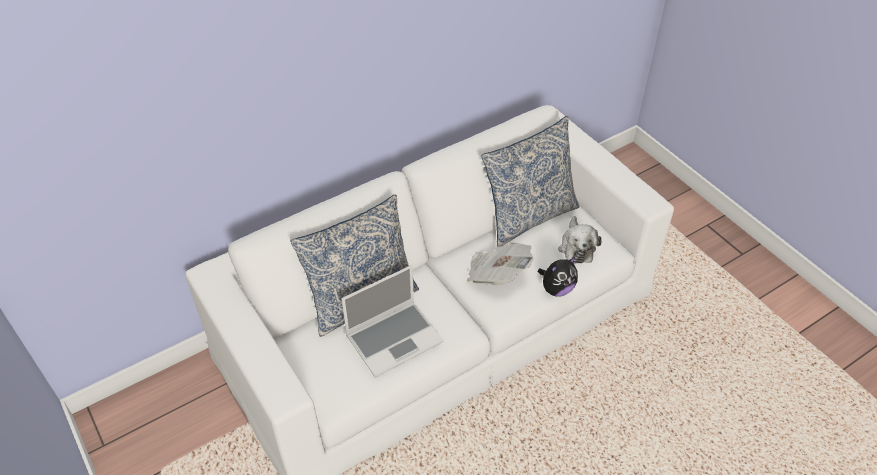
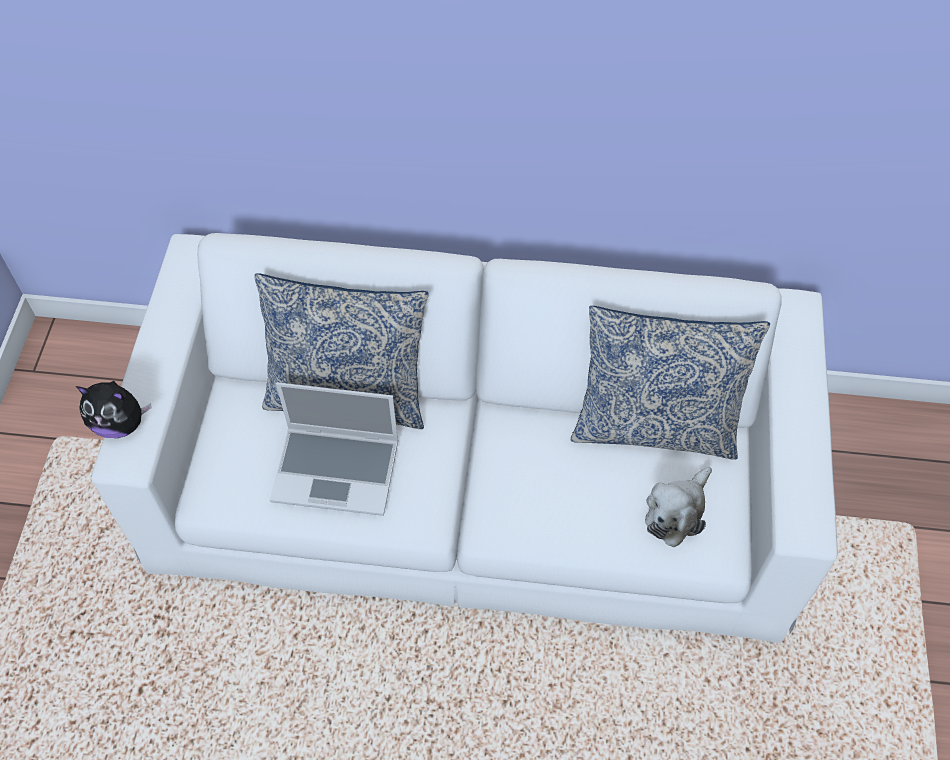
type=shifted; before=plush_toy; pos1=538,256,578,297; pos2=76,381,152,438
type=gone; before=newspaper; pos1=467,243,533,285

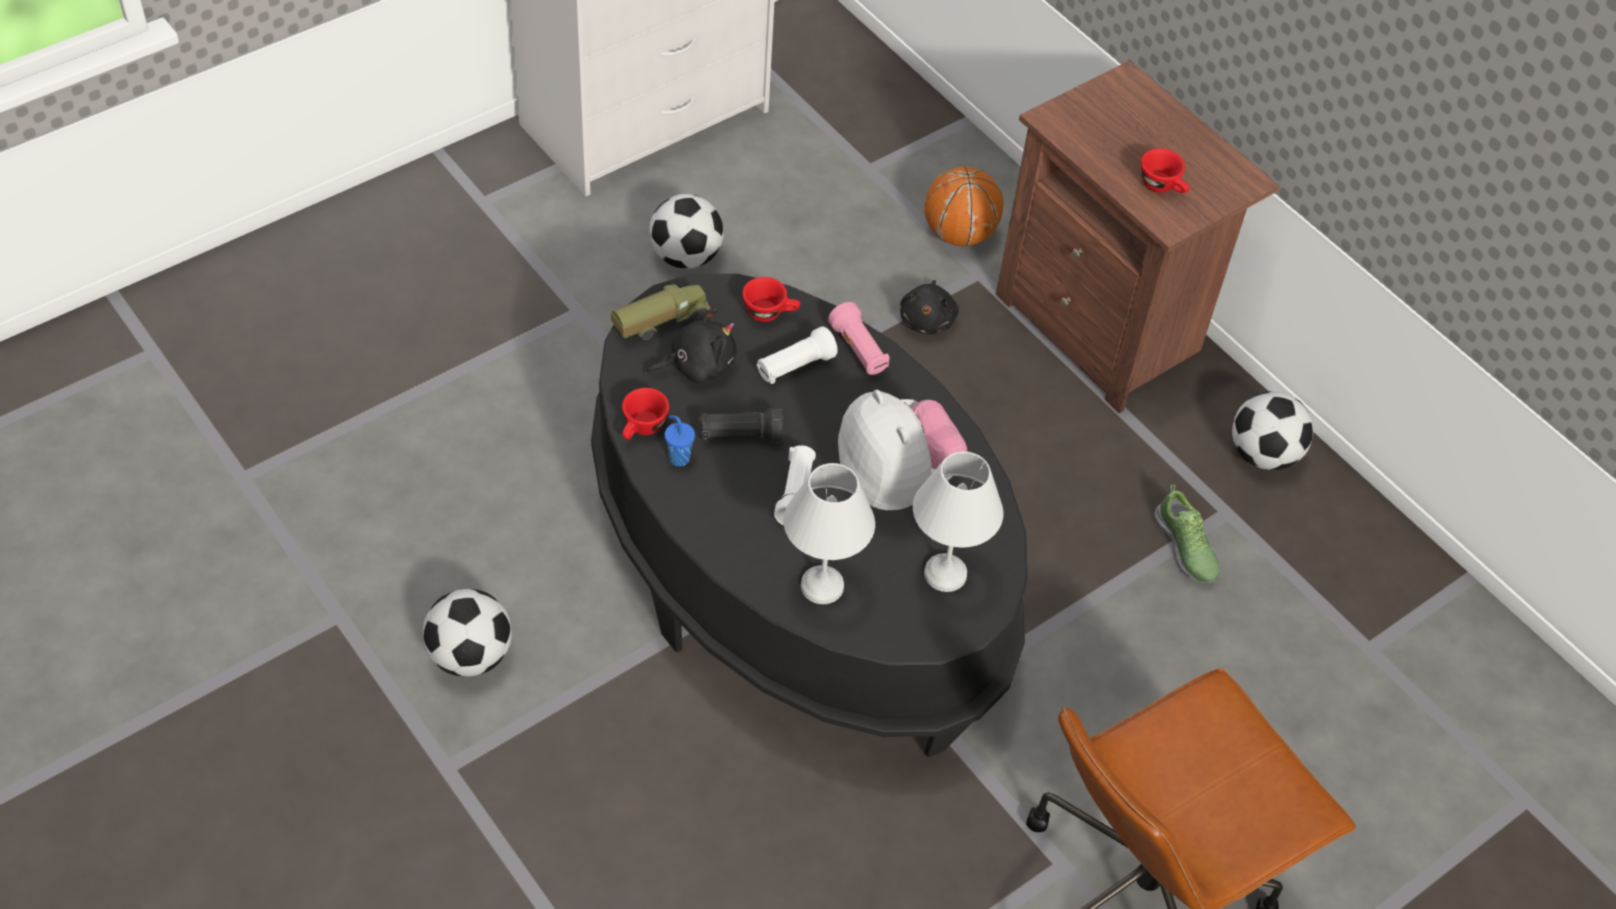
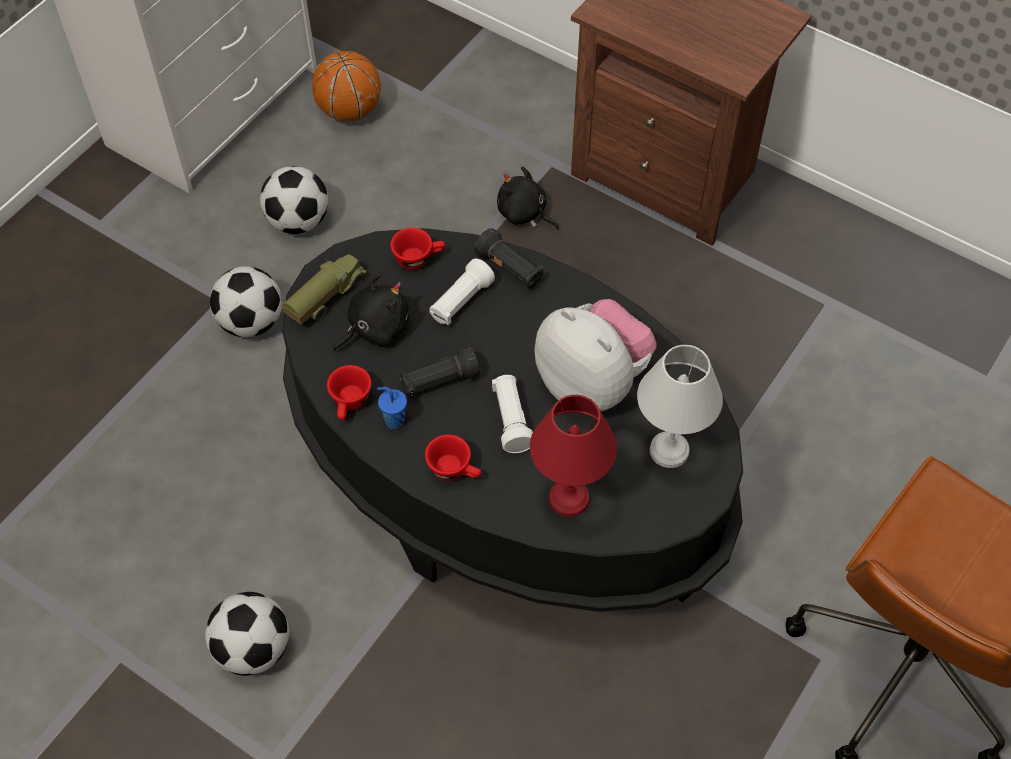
type=shifted; before=football; pos1=1232,391,1313,470; pos2=210,266,282,337
type=shifted; before=basketball; pos1=924,166,1003,246; pos2=312,51,381,122
type=shifted; before=red_cup; pos1=1141,148,1190,193; pos2=425,434,482,481
type=repainted; before=pink_flashlight; after=black_flashlight; pos1=828,302,890,375; pos2=474,228,543,289
type=rotated; before=black_plush_toy; pos1=900,280,959,334; pos2=497,166,559,230; turn=135
type=repainted; before=white_table_lamp; after=red_table_lamp; pos1=784,463,875,604; pos2=530,395,617,517
type=gone; before=shoe; pos1=1154,485,1220,583

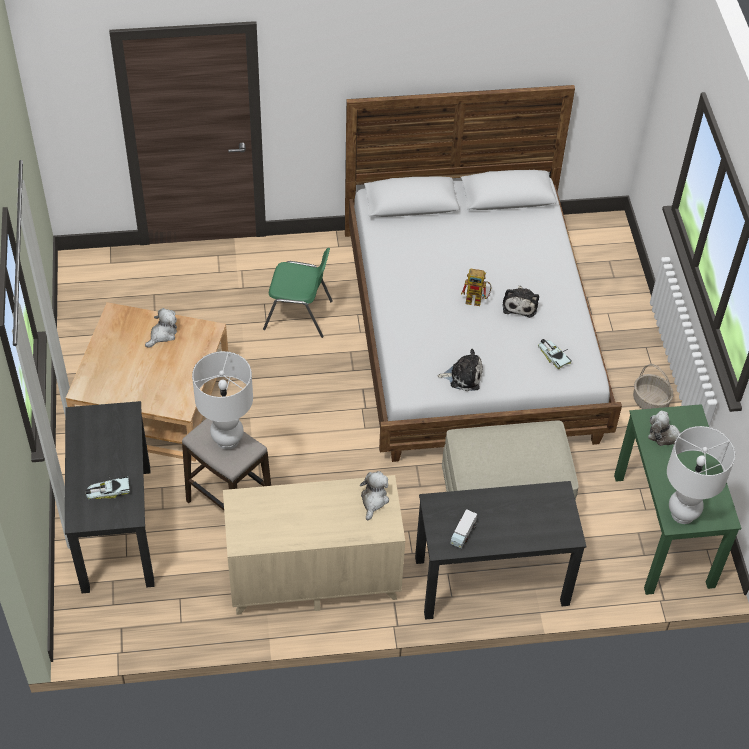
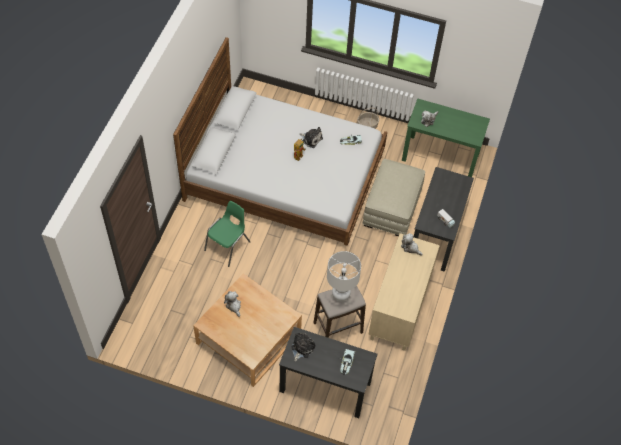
type=shifted; before=plush_toy; pos1=437,349,483,391; pos2=291,333,316,362
type=gone; before=white_table_lamp; pos1=667,426,735,524

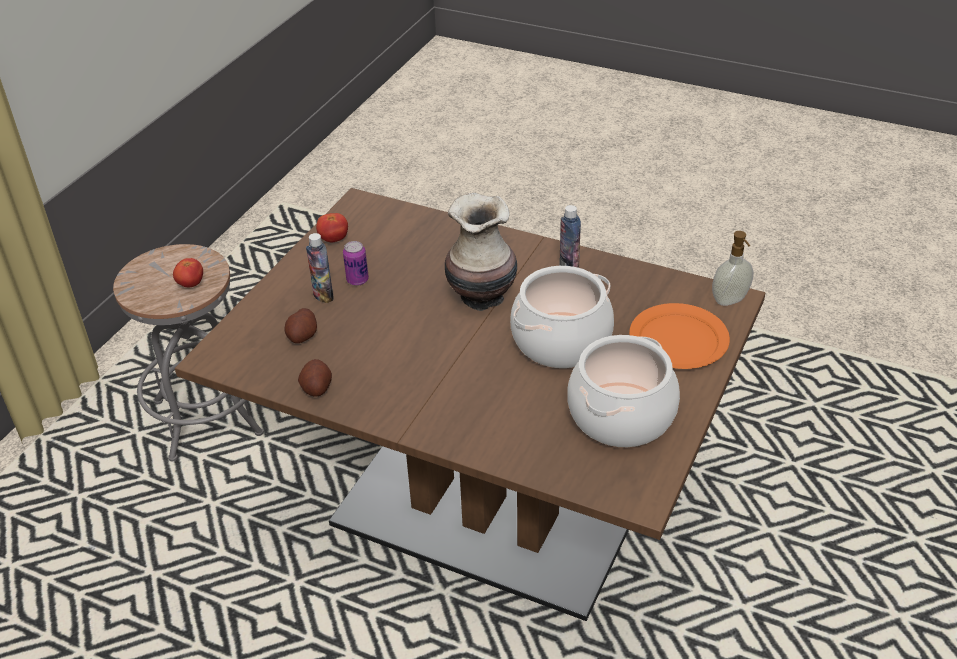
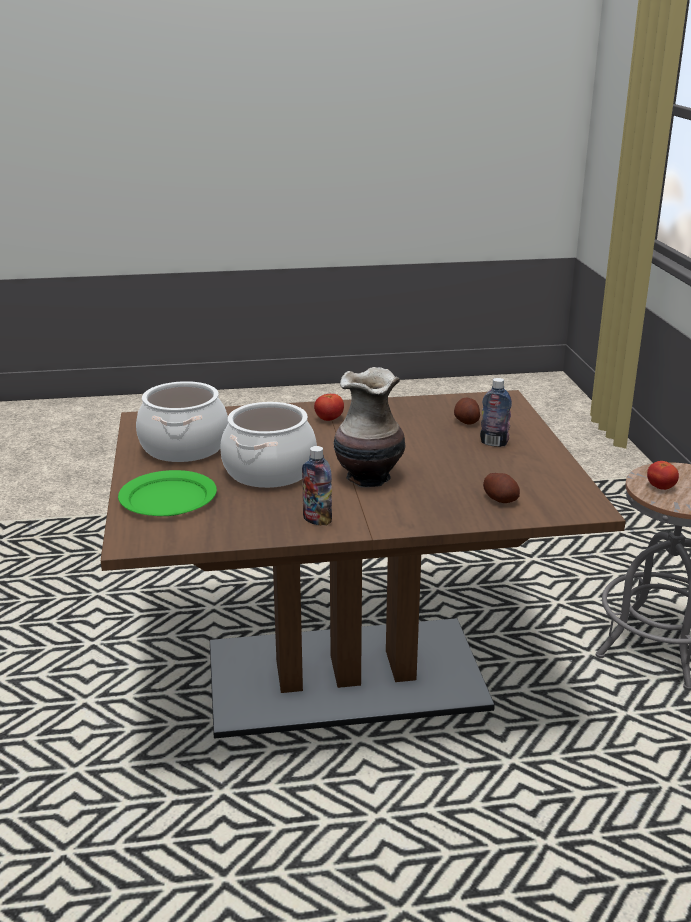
type=repainted; before=orange_plate; after=green_plate; pos1=629,303,730,369; pos2=118,470,217,516
type=shifted; before=tomato; pos1=316,213,348,242; pos2=314,394,344,421
type=shifted; before=potato; pos1=298,359,332,397; pos2=483,473,520,503
type=gone; before=can; pos1=343,241,369,286
type=gone; before=soap_dispenser; pos1=712,231,754,306

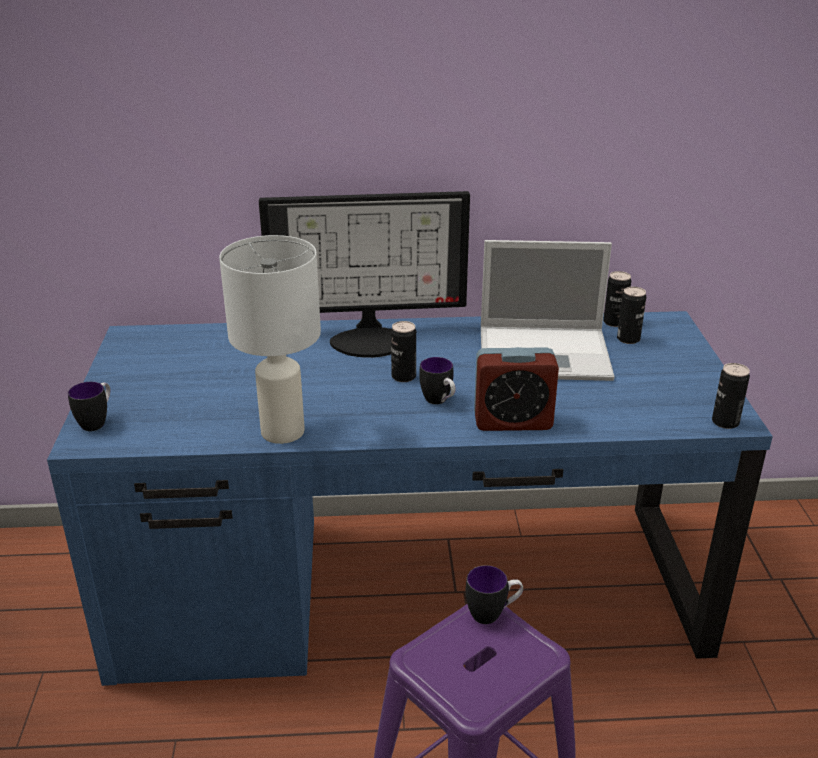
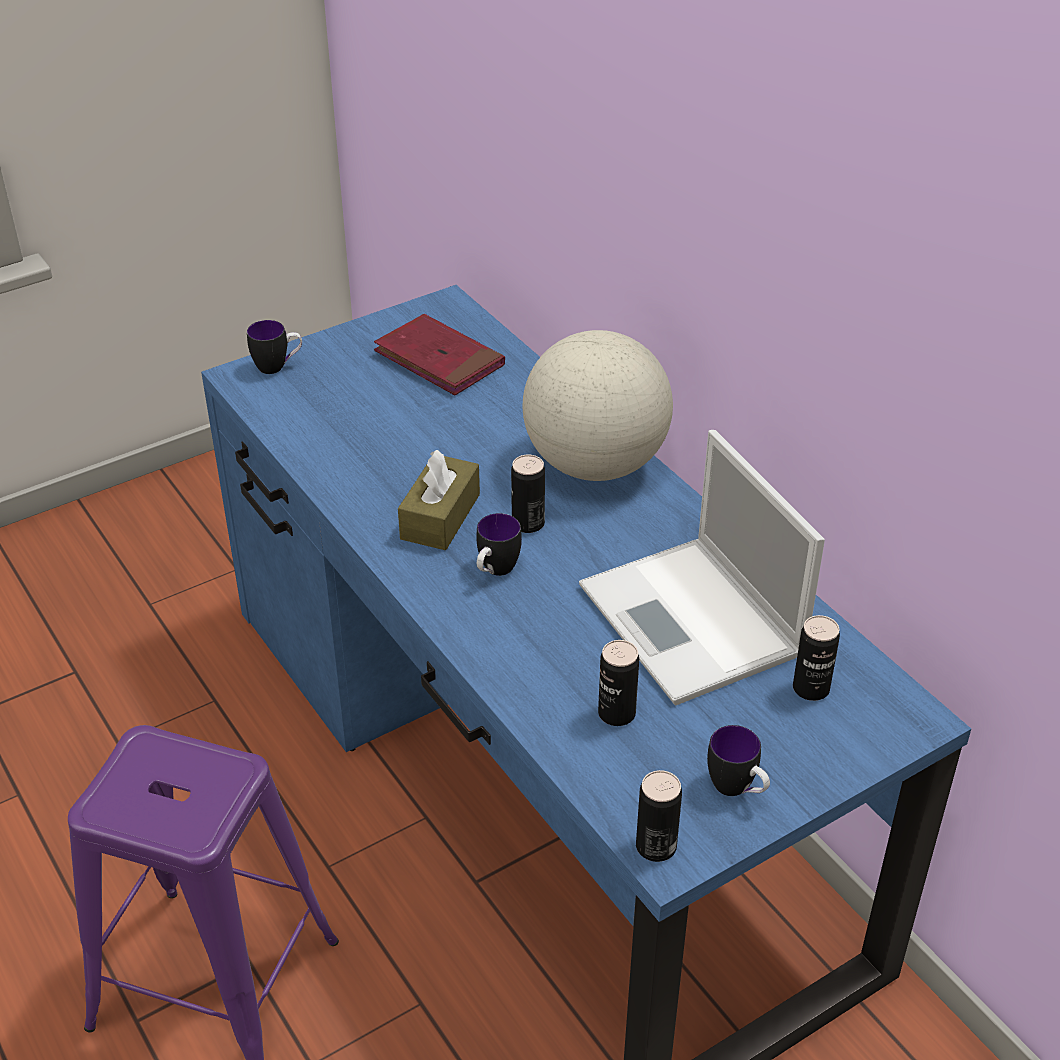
type=new; after=red_book; pos2=374,314,505,395
type=new; after=brown_tissue_box; pos2=398,450,480,550
type=swapped; before=monitor; after=globe; pos1=259,191,470,358; pos2=523,330,673,481
type=shifted; before=can; pos1=603,271,631,327; pos2=598,640,639,726
type=shifted; before=mug; pos1=466,565,523,624; pos2=707,725,770,796
type=gone; before=white_table_lamp; pos1=219,235,321,444
type=gone; before=alarm_clock; pos1=474,347,559,431

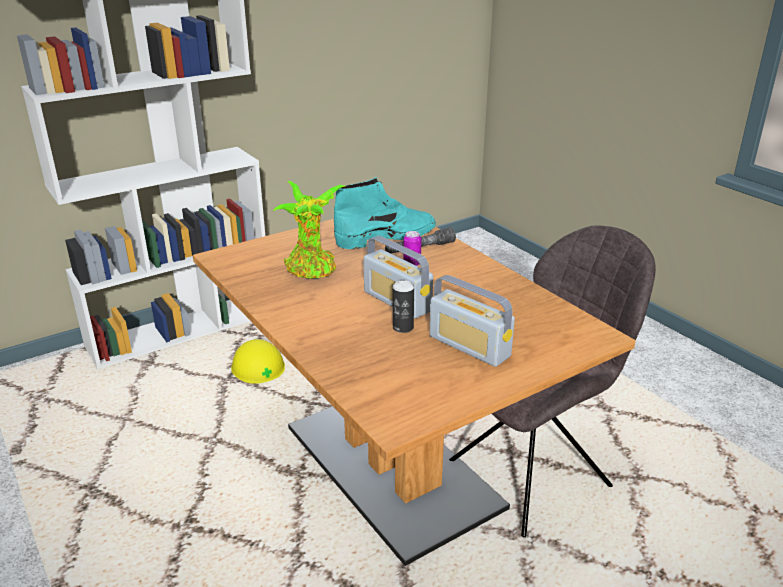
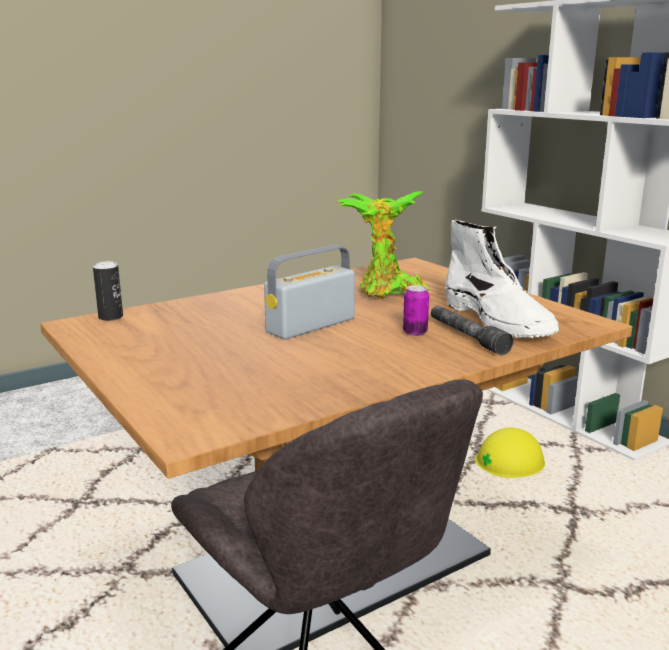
type=shifted; before=can; pos1=393,281,414,333; pos2=93,261,123,321
type=repainted; before=turquoise_boot; after=white_boot; pos1=334,177,436,249; pos2=446,220,559,338
type=gone; before=radio; pos1=430,275,515,367

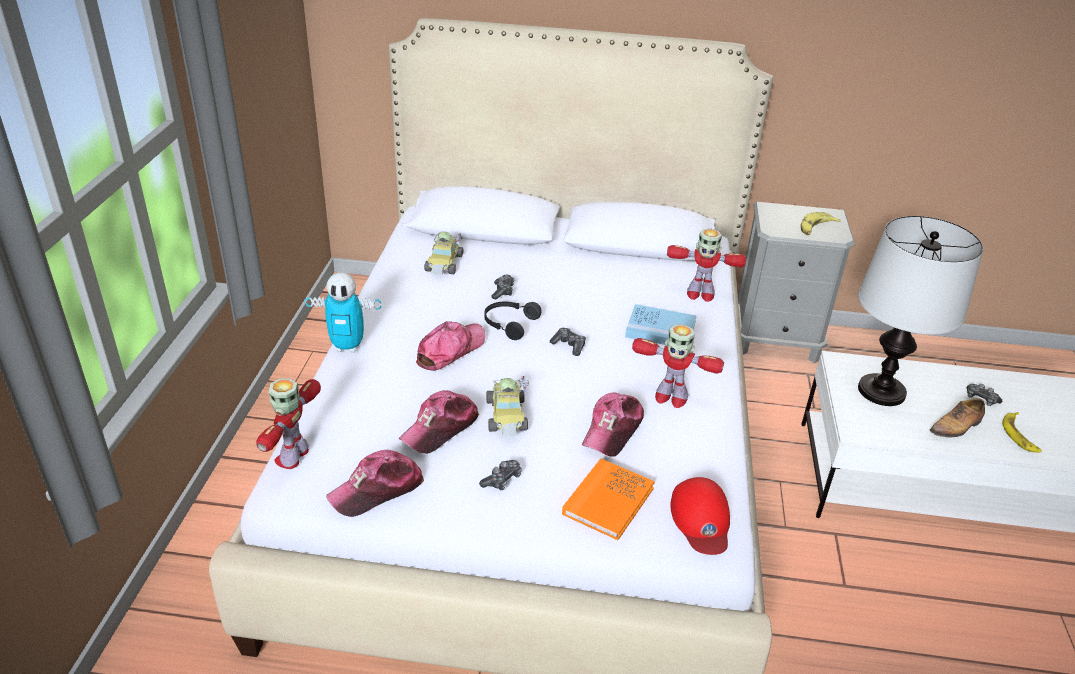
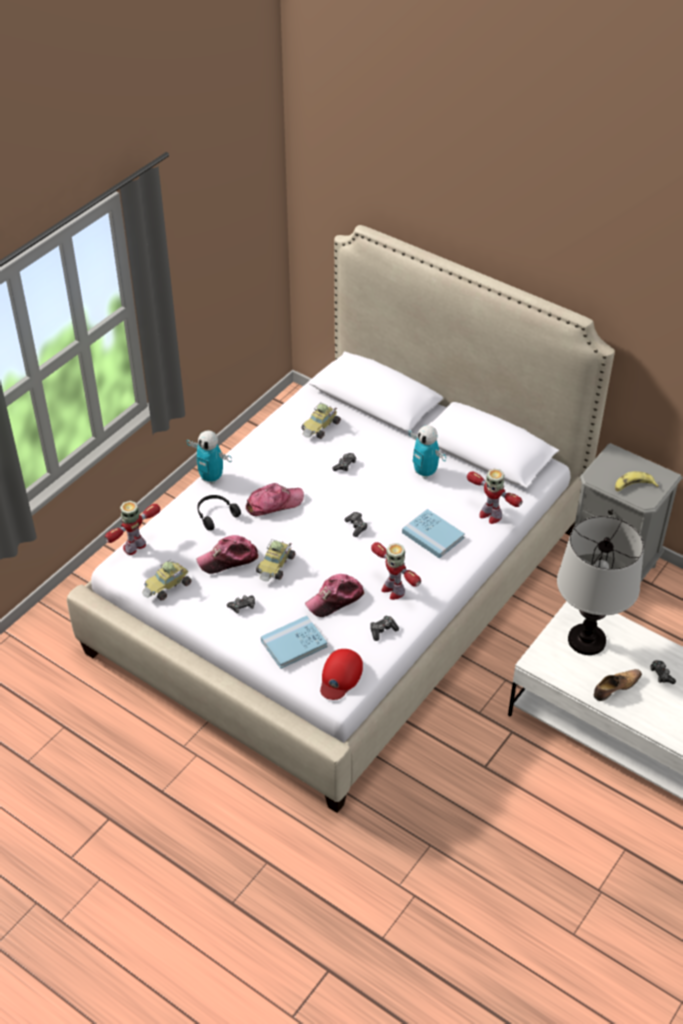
type=swapped; before=cap; after=toy_car; pos1=326,450,424,517; pos2=142,559,192,601
type=shifted; before=black_headphones; pos1=484,302,542,340; pos2=197,495,241,531
type=repainted; before=orange_book; after=blue_book; pos1=562,459,655,540; pos2=261,616,328,669
type=new; after=game_controller; pos2=370,616,399,641
type=new; after=toy_robot; pos2=408,425,446,479
type=rotated; before=shoe; pos1=930,398,985,437; pos2=594,669,642,701; turn=150
type=gone; before=banana; pos1=1002,412,1042,453

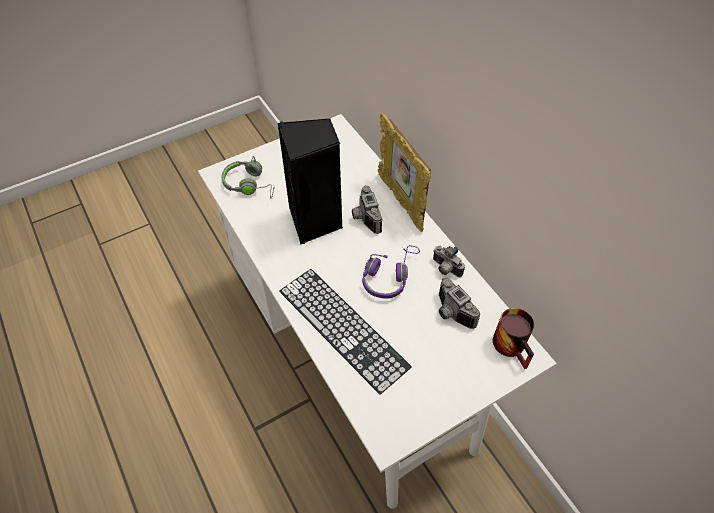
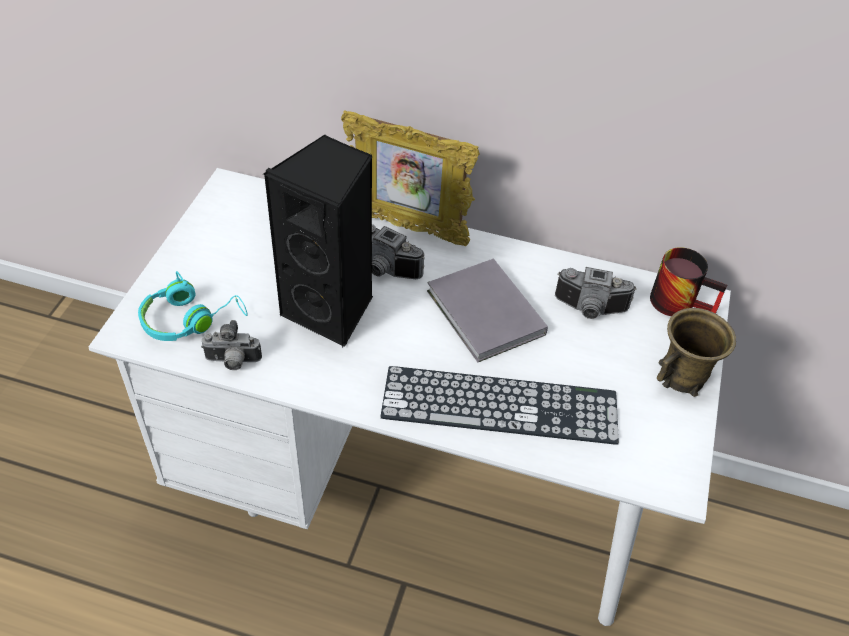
type=repainted; before=grey_headphones; after=turquoise_headphones; pos1=221,156,275,199; pos2=138,271,248,341
type=shifted; before=photo_camera; pos1=433,245,465,277; pos2=201,320,262,370
type=swapped; before=purple_headphones; after=grey_book; pos1=362,245,420,299; pos2=427,259,548,362
type=new; after=brown_mug; pos2=657,308,736,397

